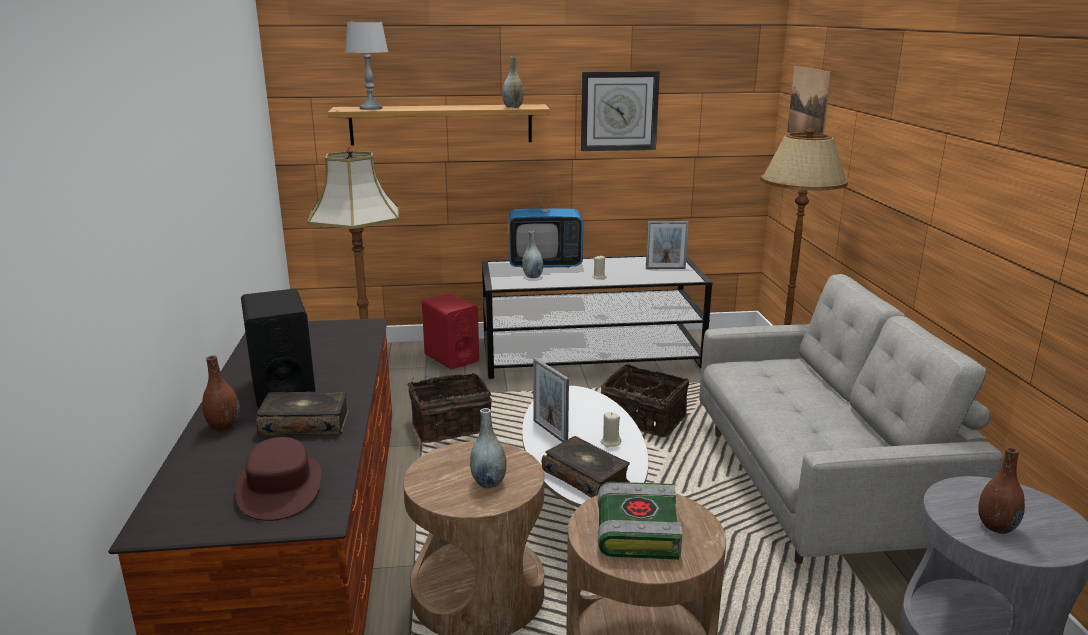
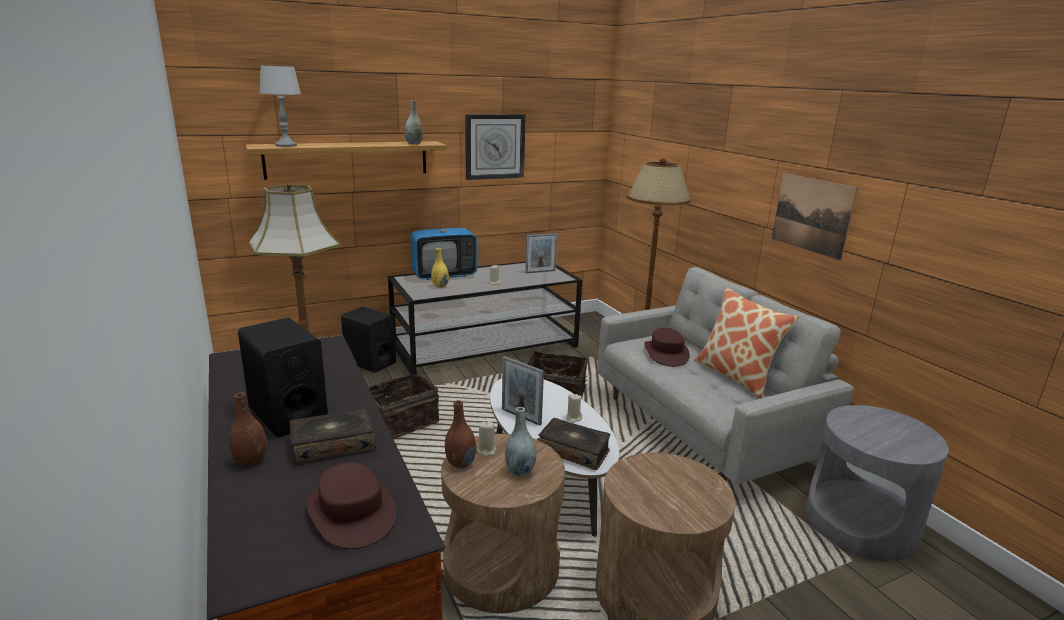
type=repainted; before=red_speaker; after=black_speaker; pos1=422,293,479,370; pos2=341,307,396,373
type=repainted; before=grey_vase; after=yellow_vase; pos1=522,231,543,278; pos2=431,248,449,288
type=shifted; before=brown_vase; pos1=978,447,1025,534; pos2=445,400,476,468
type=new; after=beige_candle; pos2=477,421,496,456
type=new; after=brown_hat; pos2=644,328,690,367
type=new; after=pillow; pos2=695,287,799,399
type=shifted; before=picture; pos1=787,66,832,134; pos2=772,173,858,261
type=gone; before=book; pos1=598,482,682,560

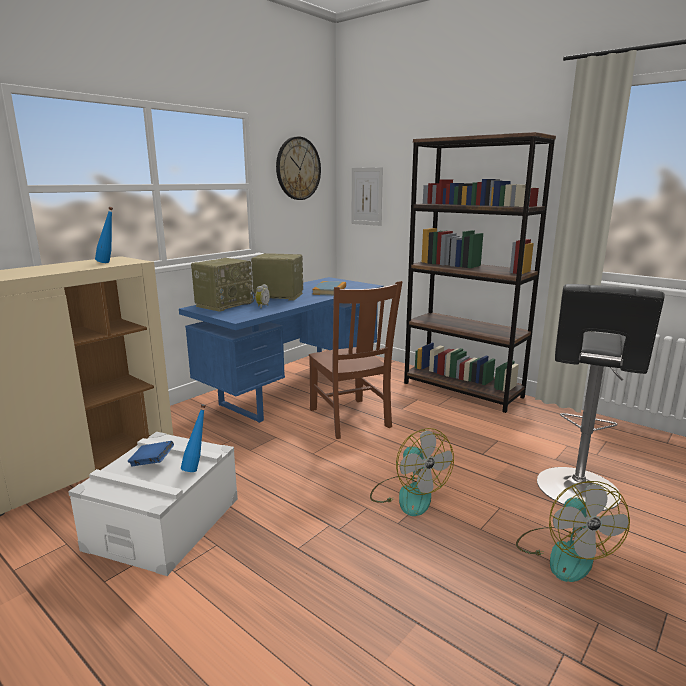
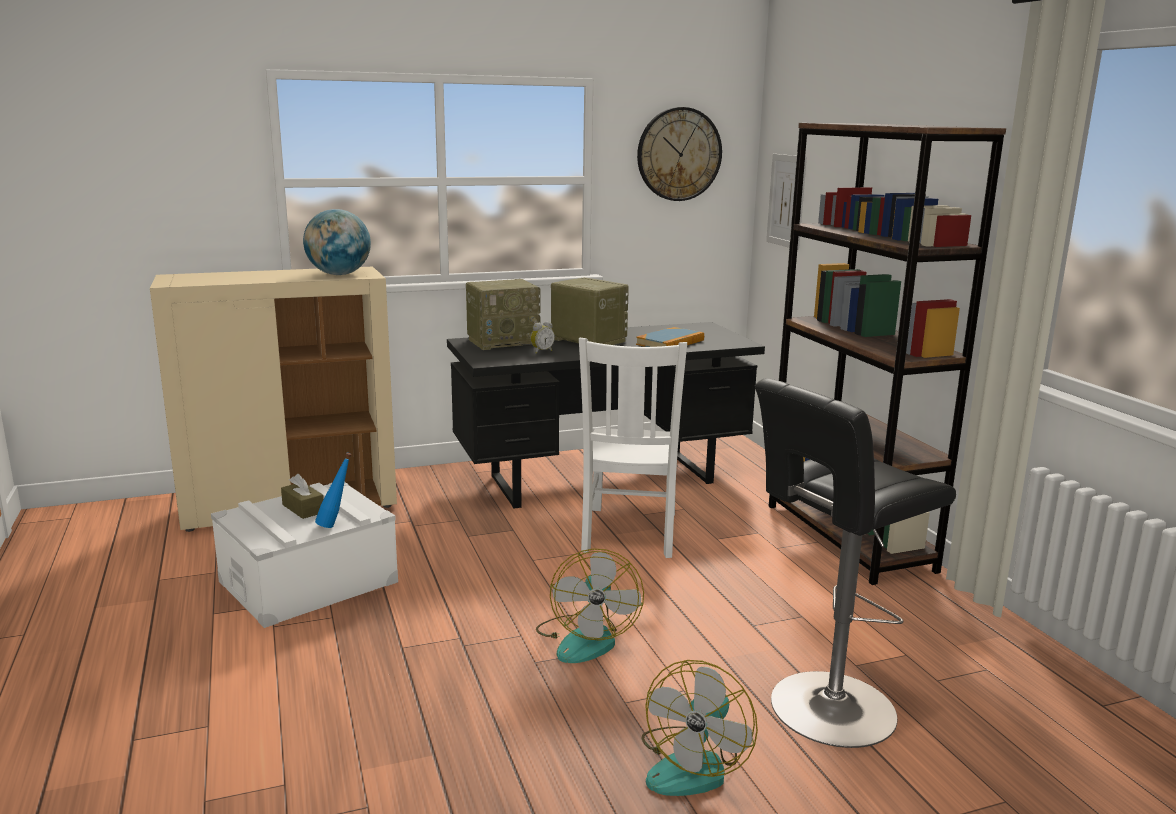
type=swapped; before=blue_book; after=brown_tissue_box; pos1=127,441,174,467; pos2=281,474,324,519
type=swapped; before=blue_bottle; after=globe; pos1=95,207,113,263; pos2=303,209,371,275
type=repainted; before=blue_desk; after=black_desk; pos1=179,277,384,423; pos2=447,322,765,509
type=repainted; before=brown_chair; after=white_chair; pos1=309,281,402,439; pos2=579,338,687,558

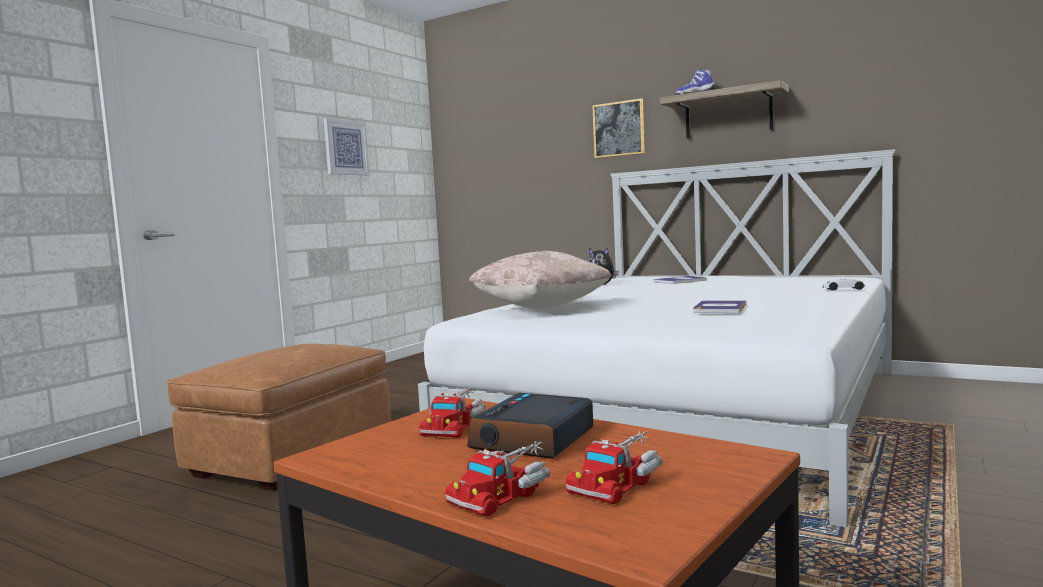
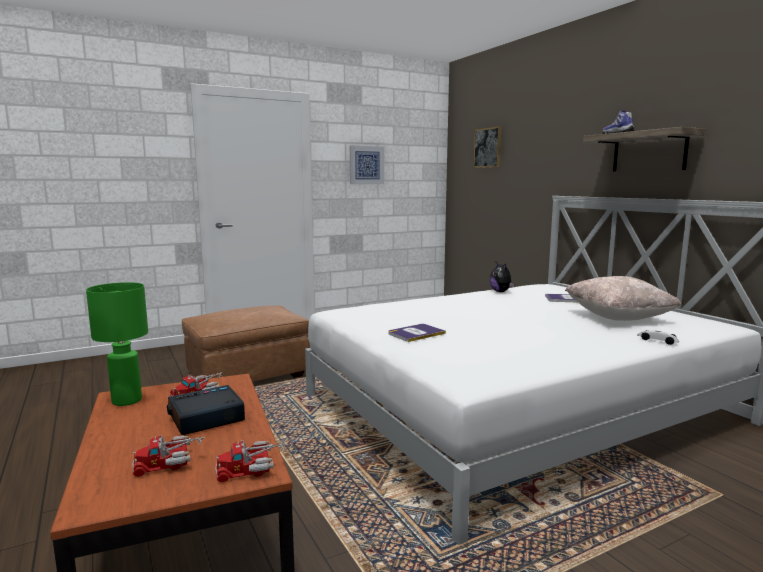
type=new; after=green_table_lamp; pos2=86,282,148,406
type=shifted; before=toy_truck; pos1=445,441,550,517; pos2=215,440,287,482
type=shifted; before=book; pos1=693,300,746,313; pos2=389,324,446,342
type=shifted; before=picture; pos1=592,98,645,158; pos2=473,126,501,168
type=shifted; before=beige_pillow; pos1=468,251,612,309; pos2=565,276,681,321

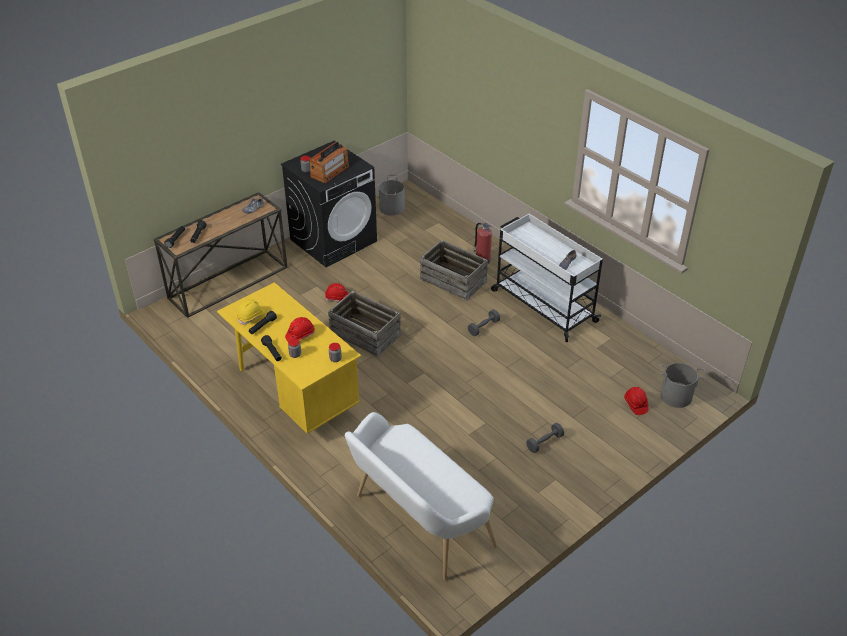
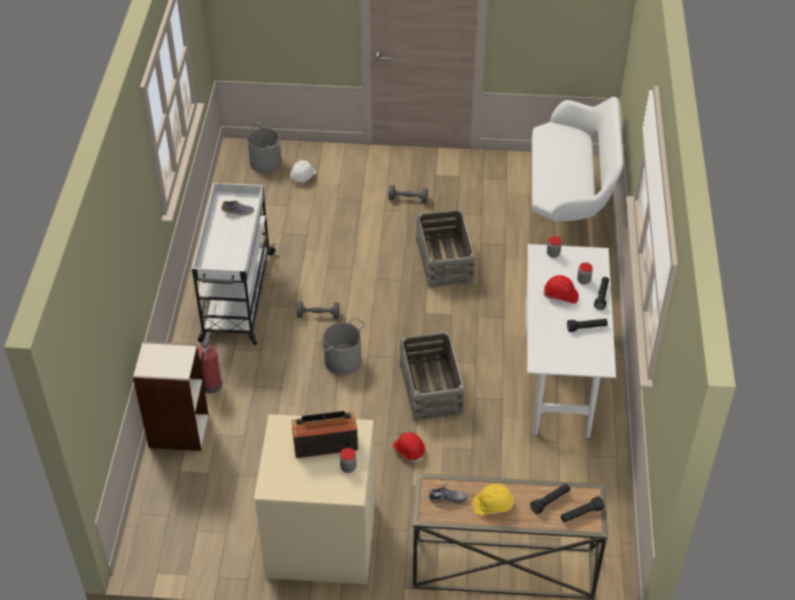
type=new; after=bookcase; pos2=133,341,209,451
type=repainted; before=black_washing_machine; after=beige_washing_machine; pos1=281,141,377,267; pos2=254,414,375,584
type=repainted; before=red_hard_hat; after=white_hard_hat; pos1=624,387,649,415; pos2=290,160,316,187
type=shifted; before=grey_bucket; pos1=379,174,405,216; pos2=317,317,366,375
type=shifted; before=crate; pos1=420,240,488,301; pos2=416,209,475,288
type=shifted; before=yellow_hard_hat; pos1=237,299,265,325; pos2=473,484,513,515
type=repainted; before=yellow_desk; after=white_desk; pos1=217,282,361,434; pos2=525,244,616,438

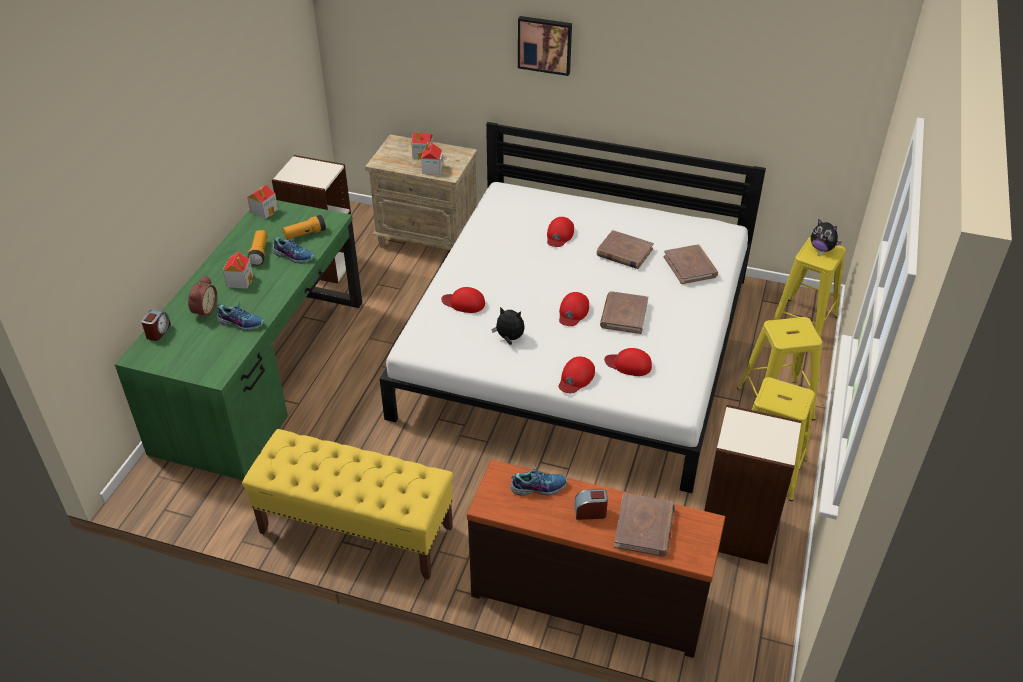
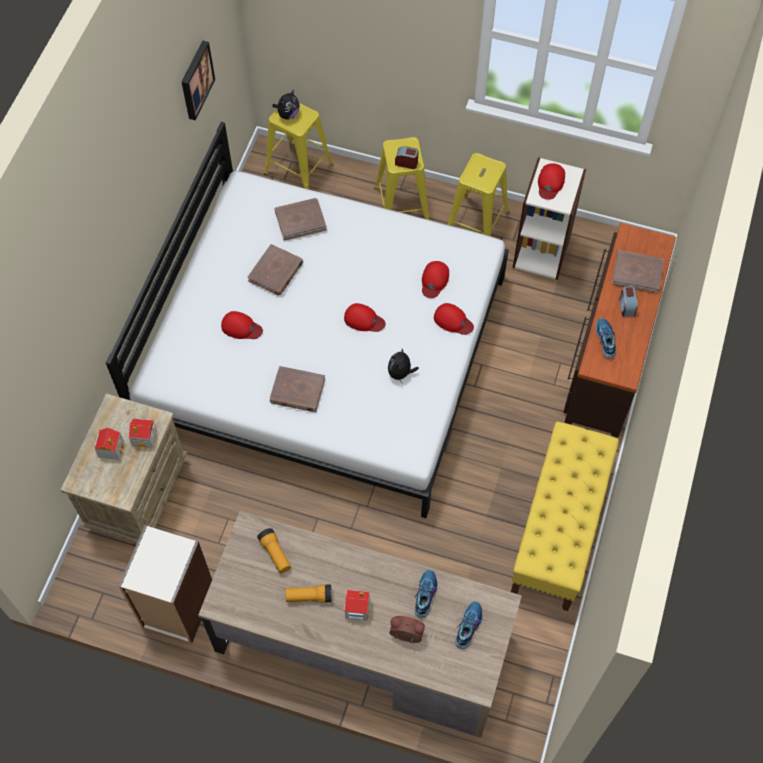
type=shifted; before=picture; pos1=518,16,572,76; pos2=182,40,215,120
type=repainted; before=green_desk; after=brown_desk; pos1=115,200,362,480; pos2=198,510,522,738
type=shifted; before=brown_book; pos1=600,291,648,334; pos2=270,366,325,412
type=shifted; before=alarm_clock; pos1=141,310,171,341; pos2=395,146,418,169
type=shifted; before=shoe; pos1=273,236,314,264; pos2=455,601,483,649
type=shifted; before=red_cap; pos1=441,287,485,313; pos2=538,163,565,200
type=gone; before=toy_house; pos1=247,184,278,219

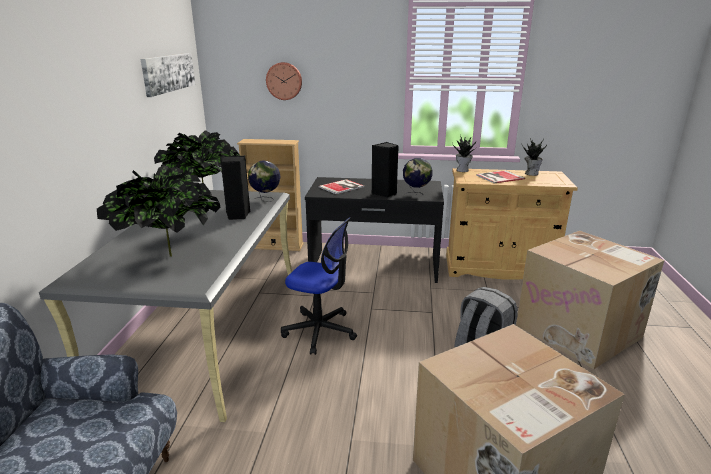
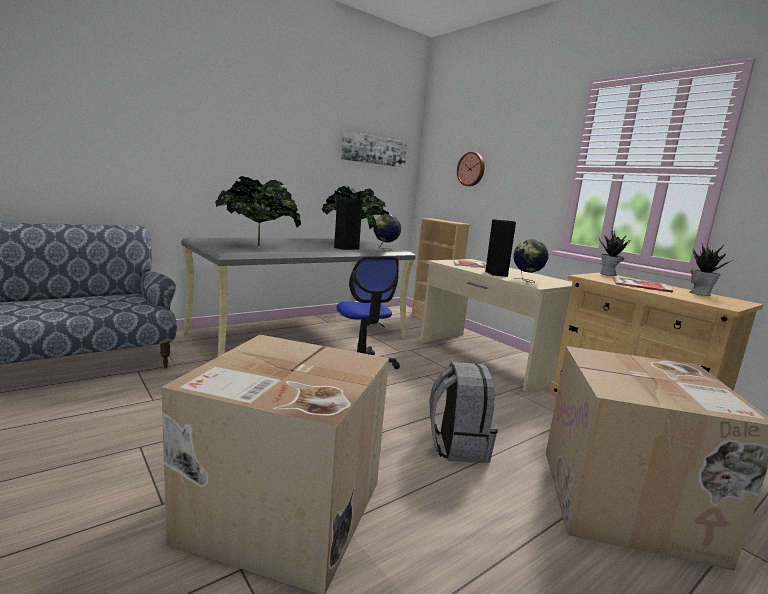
type=repainted; before=black_desk; after=beige_desk; pos1=305,177,444,283; pos2=420,259,572,391

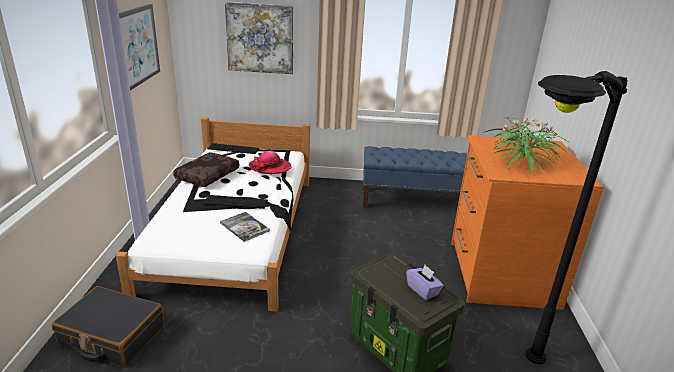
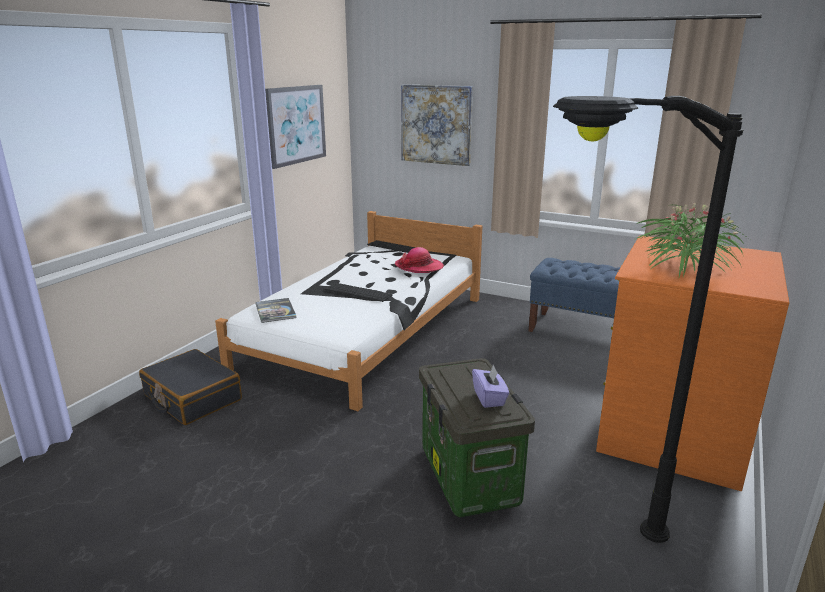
type=shifted; before=book; pos1=220,212,270,242; pos2=255,298,297,323
type=gone; before=brown_pillow; pos1=173,152,239,187

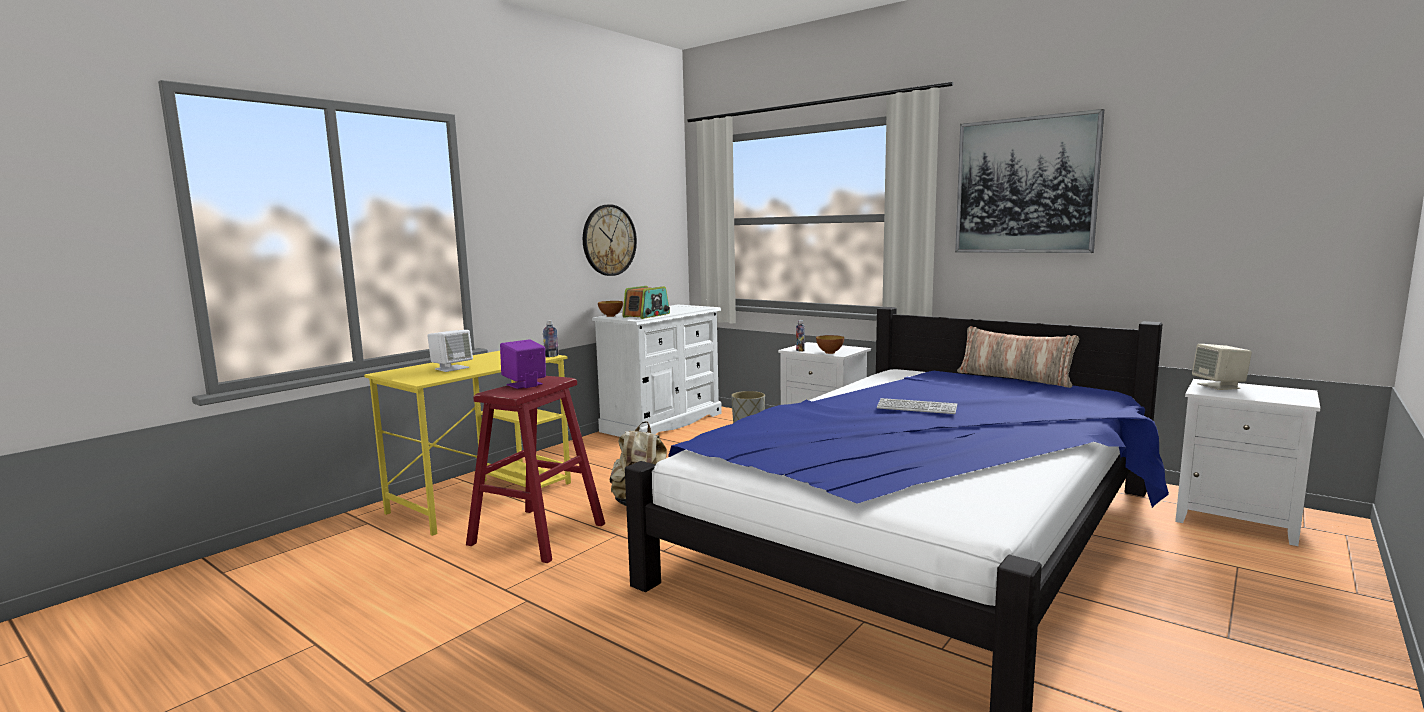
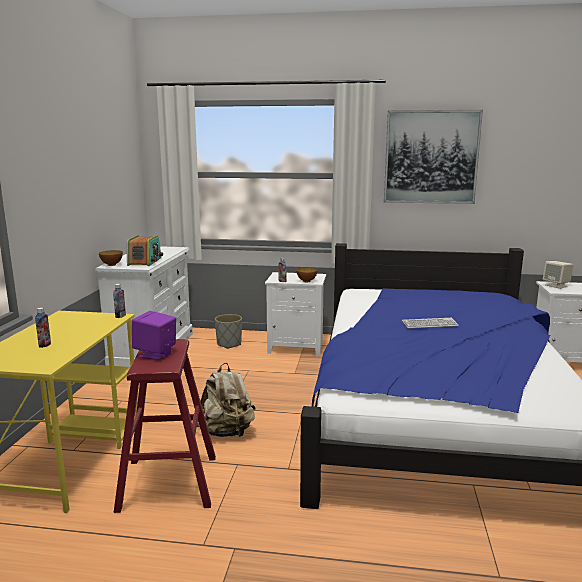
type=swapped; before=white_speaker; after=bottle; pos1=427,330,473,372; pos2=35,307,51,348
type=gone; before=wall_clock; pos1=583,204,637,276
type=gone; before=pillow; pos1=957,326,1079,388

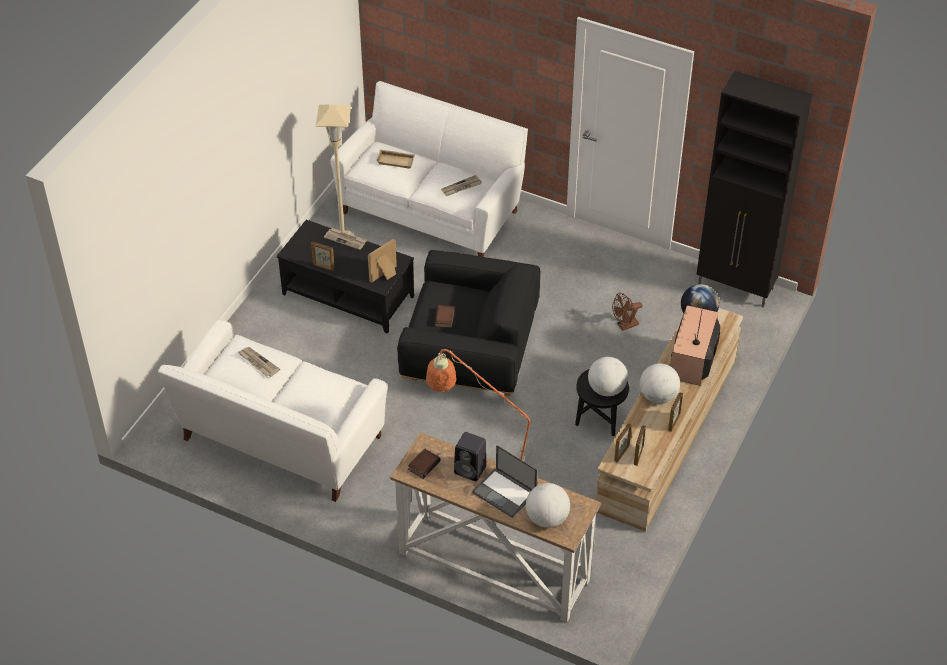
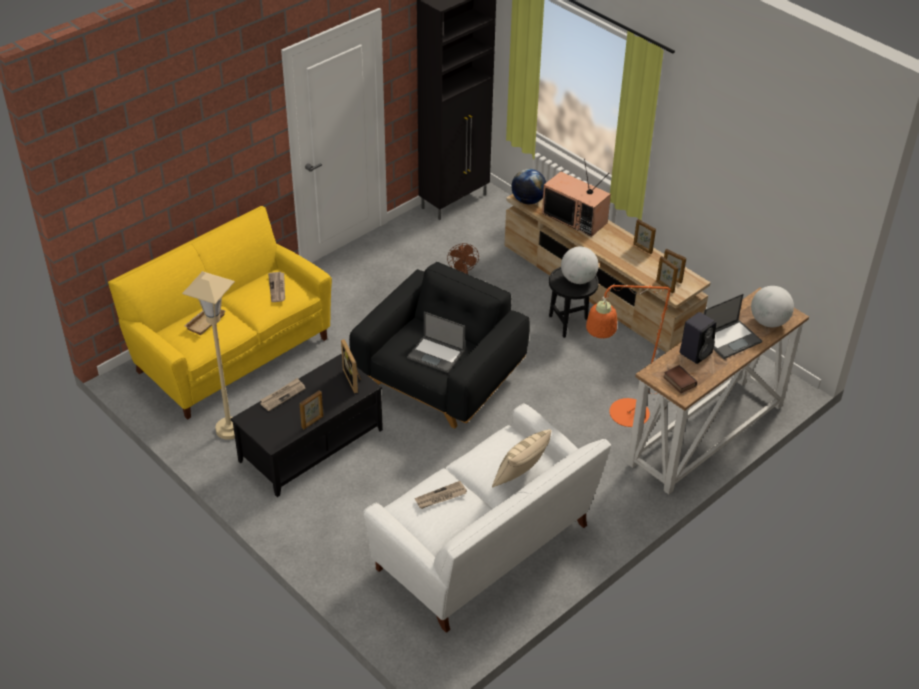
type=repainted; before=white_sofa; after=yellow_sofa; pos1=330,81,528,257; pos2=108,206,332,420
type=swapped; before=book; after=laptop; pos1=434,305,455,328; pos2=407,312,465,373
type=new; after=beige_pillow; pos2=492,429,552,487
type=gone; before=globe; pos1=640,363,680,404

